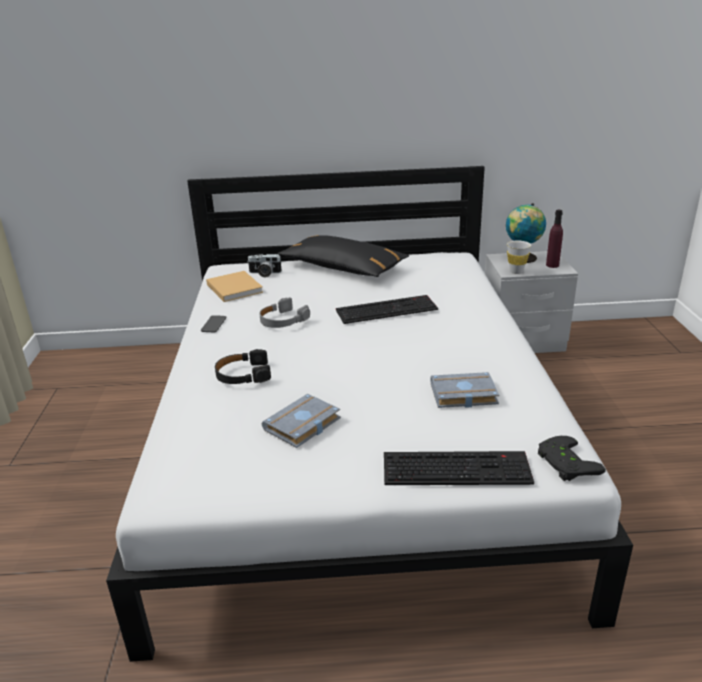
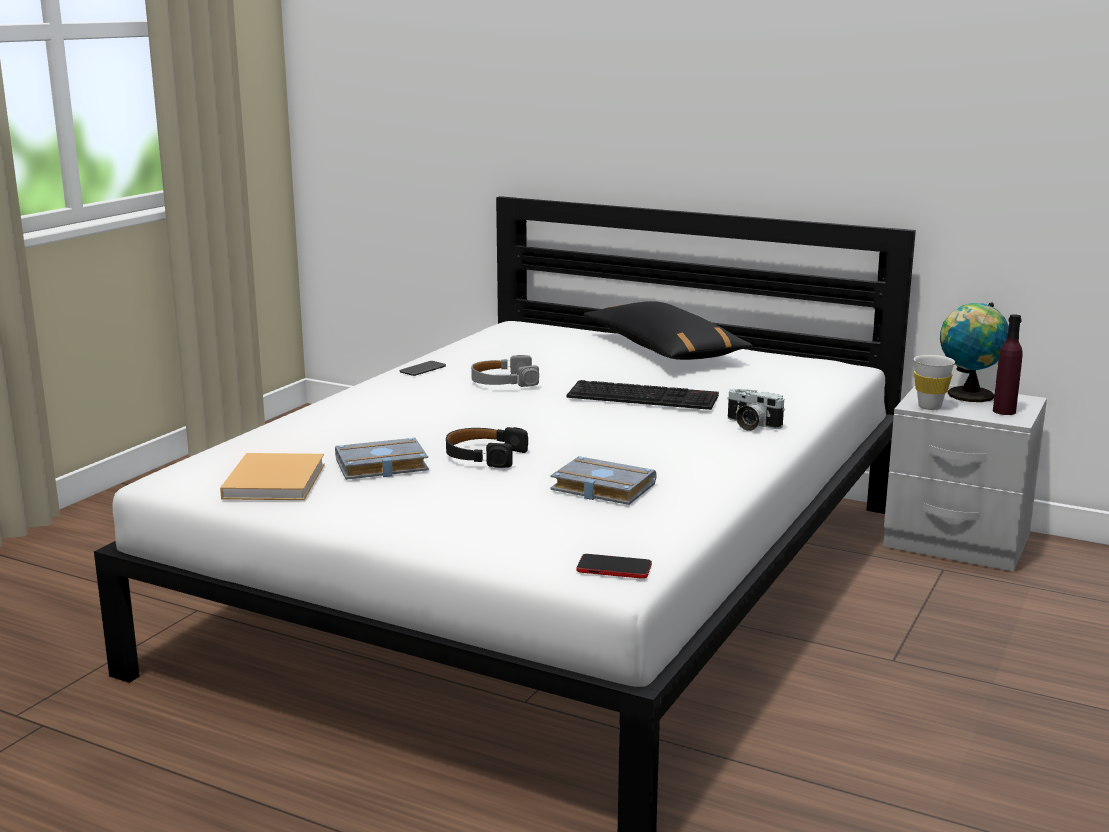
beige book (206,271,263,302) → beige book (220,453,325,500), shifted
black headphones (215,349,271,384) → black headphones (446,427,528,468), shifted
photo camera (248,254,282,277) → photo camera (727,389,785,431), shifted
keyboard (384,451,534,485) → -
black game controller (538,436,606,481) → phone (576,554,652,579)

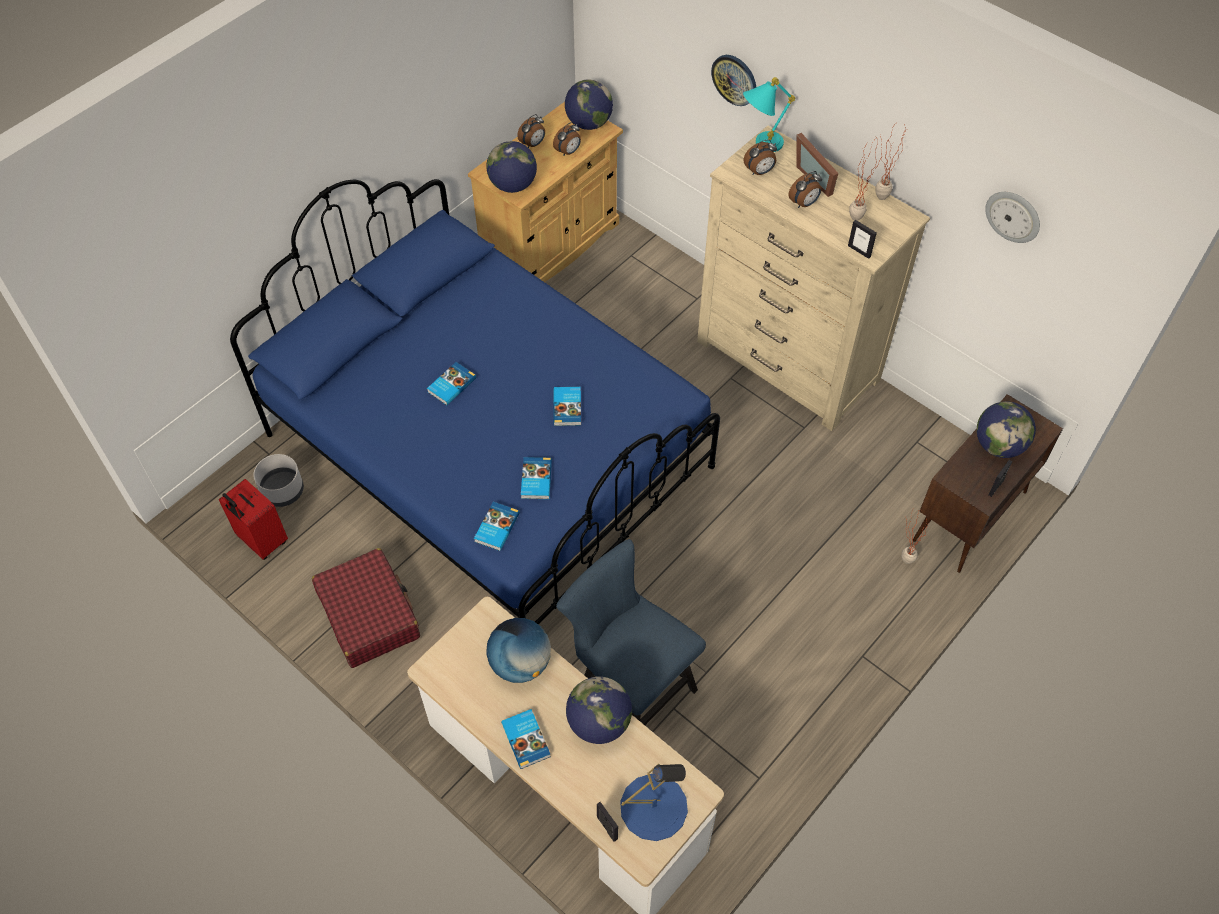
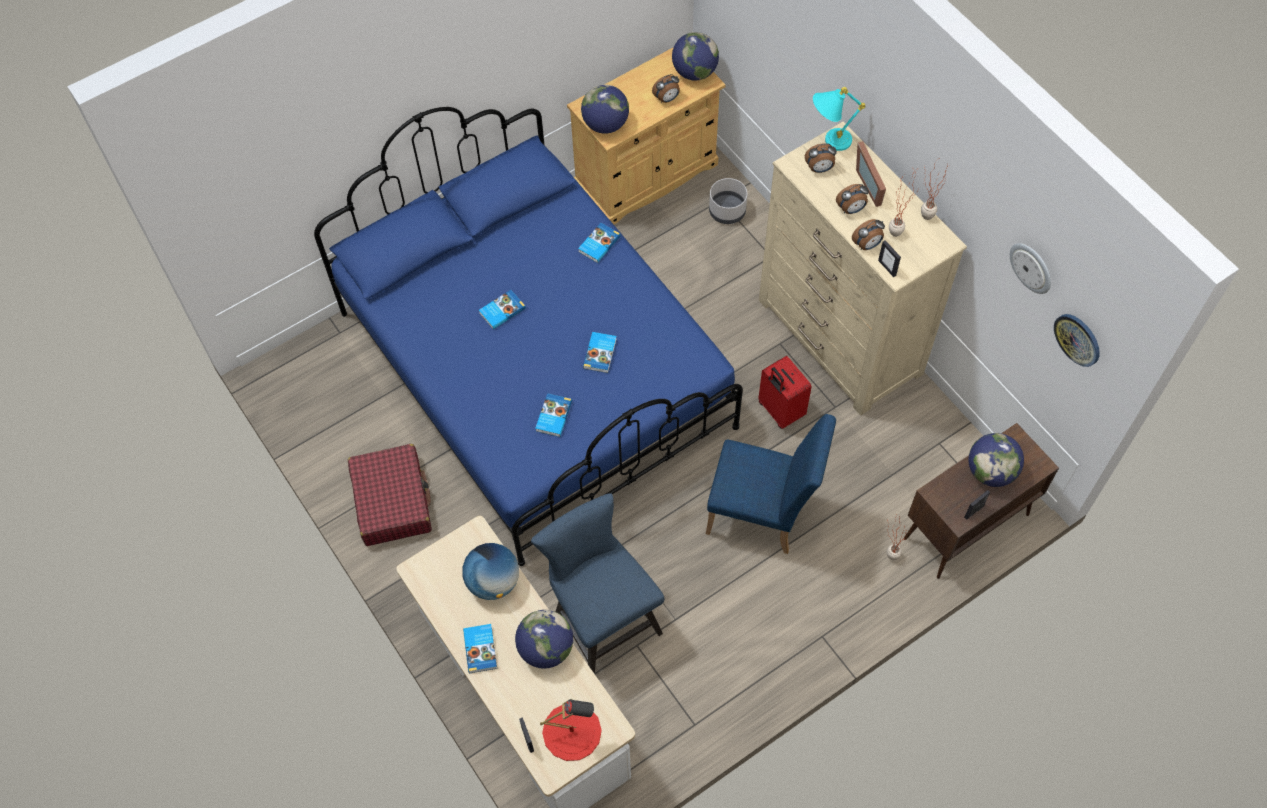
red suitcase (219,479,288,560) → red suitcase (758,356,812,429), shifted
grey planter (253,454,304,507) → grey planter (709,178,747,224), shifted
book (474,502,520,551) → book (578,223,621,263), shifted
alarm clock (517,114,545,148) → alarm clock (852,219,885,250), shifted
blue table lamp (620,764,688,841) → red table lamp (540,699,602,761)
wall clock (711,55,756,106) → wall clock (1054,314,1100,367), shifted
- → blue chair (706,414,836,554)

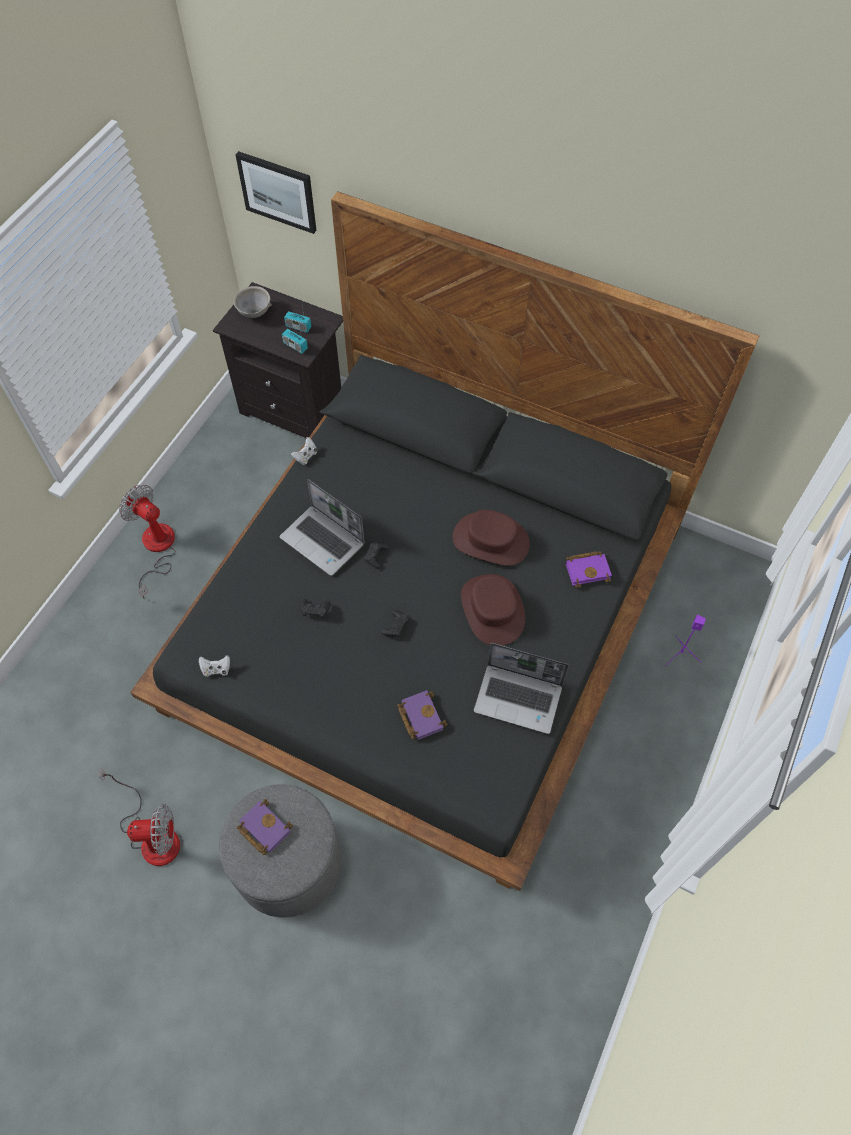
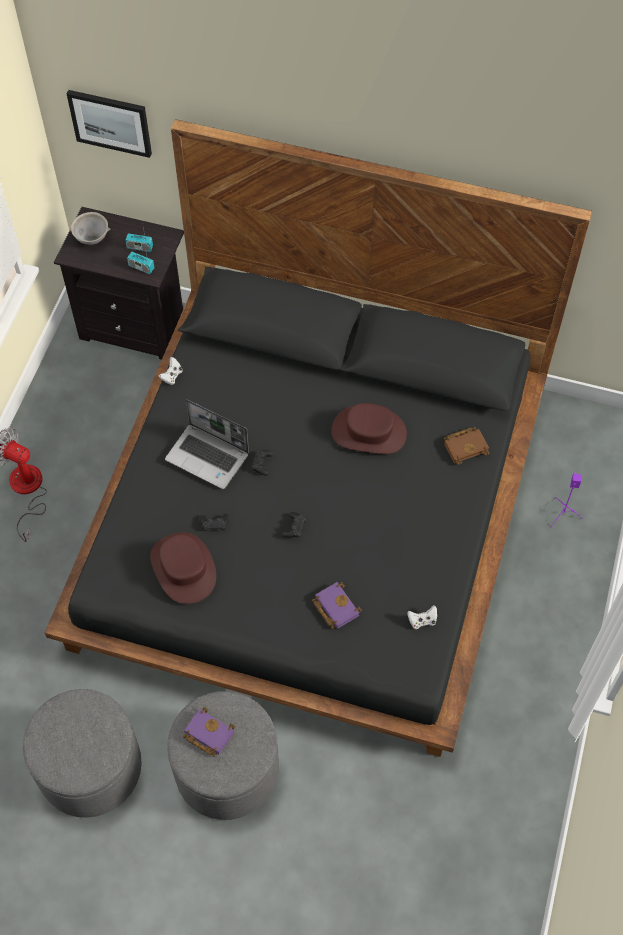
fan (99,767,180,866) → grey ottoman (23,689,142,818)
white game controller (199,655,230,677) → white game controller (408,605,437,629), shifted
brown hat (461,574,525,646) → brown hat (150,532,216,604), shifted
laptop (474,643,569,734) → -
purple book (566,551,612,588) → brown book (444,427,489,465)

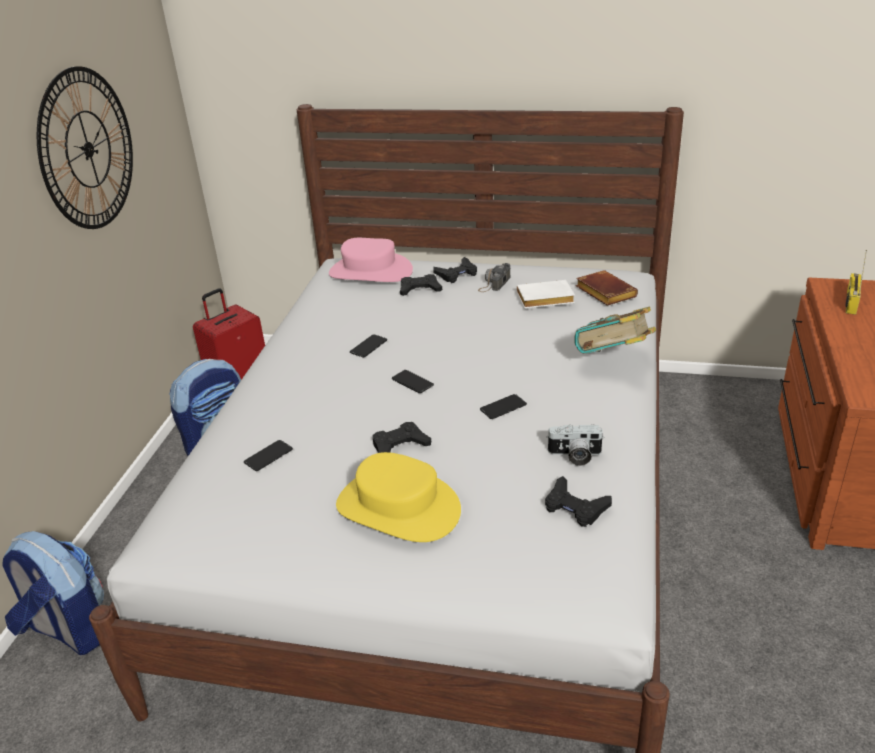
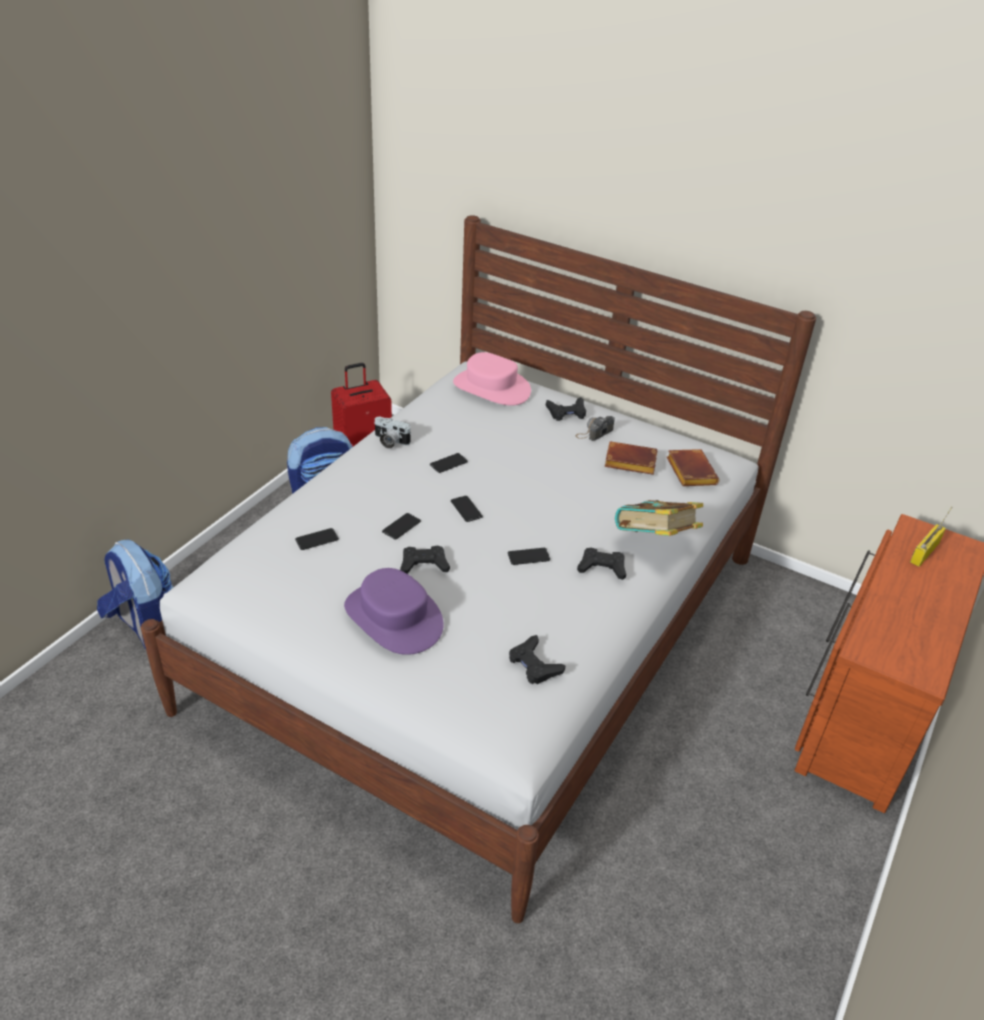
wall clock (37,66,133,229) → -
yellow hat (336,452,461,542) → purple hat (344,568,444,655)
black game controller (400,274,442,296) → black game controller (577,548,626,580), shifted
white book (517,280,575,308) → brown book (605,441,658,475)
photo camera (546,424,604,466) → photo camera (375,417,411,449), shifted
- → phone (382,513,421,539)

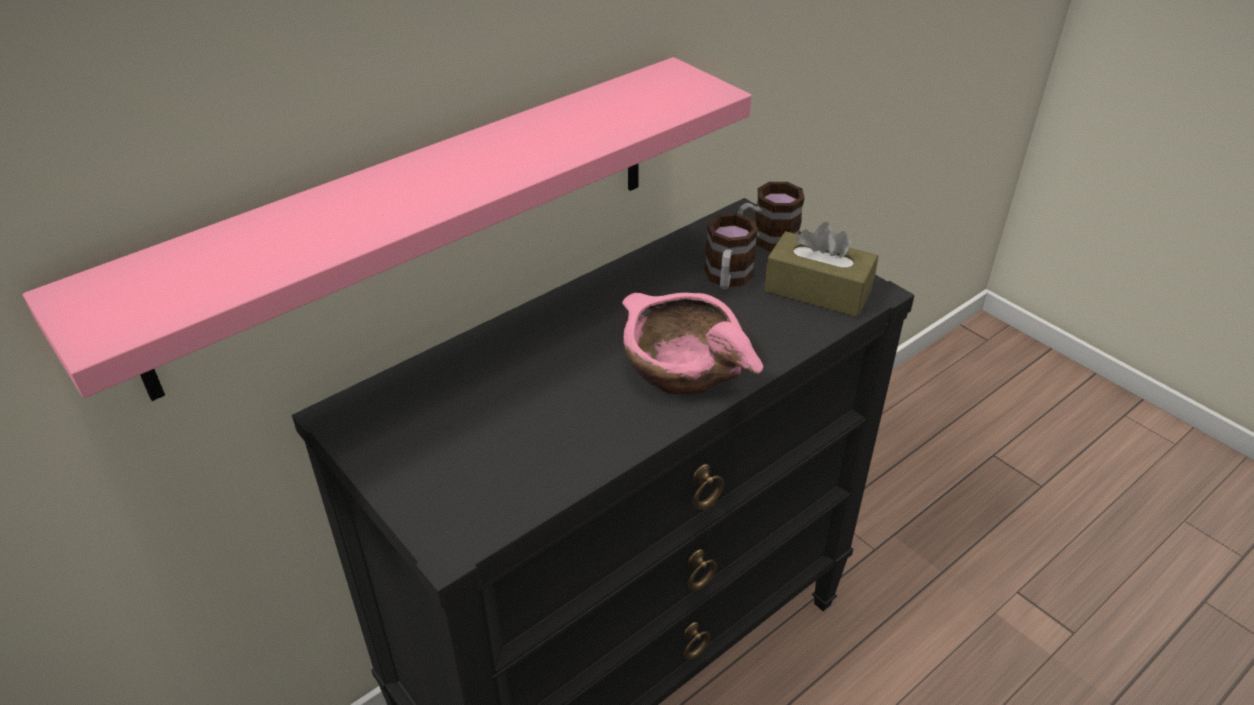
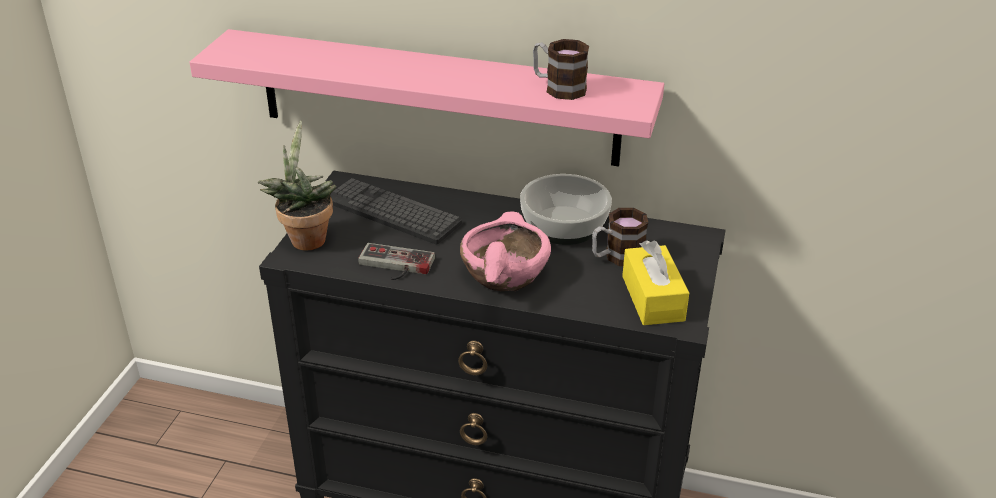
mug (737,182,805,251) → mug (533,39,589,100), shifted
brown tissue box (764,222,878,317) → yellow tissue box (622,240,689,325)
- → potted plant (258,121,336,251)
- → keyboard (330,178,462,244)
- → game controller (358,243,435,280)
- → bowl (520,174,612,245)

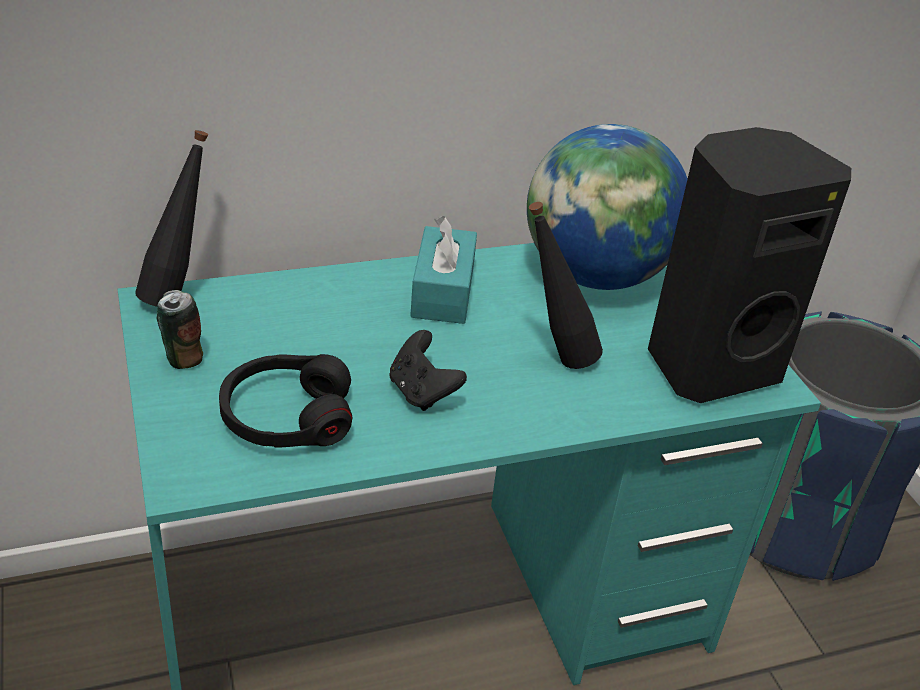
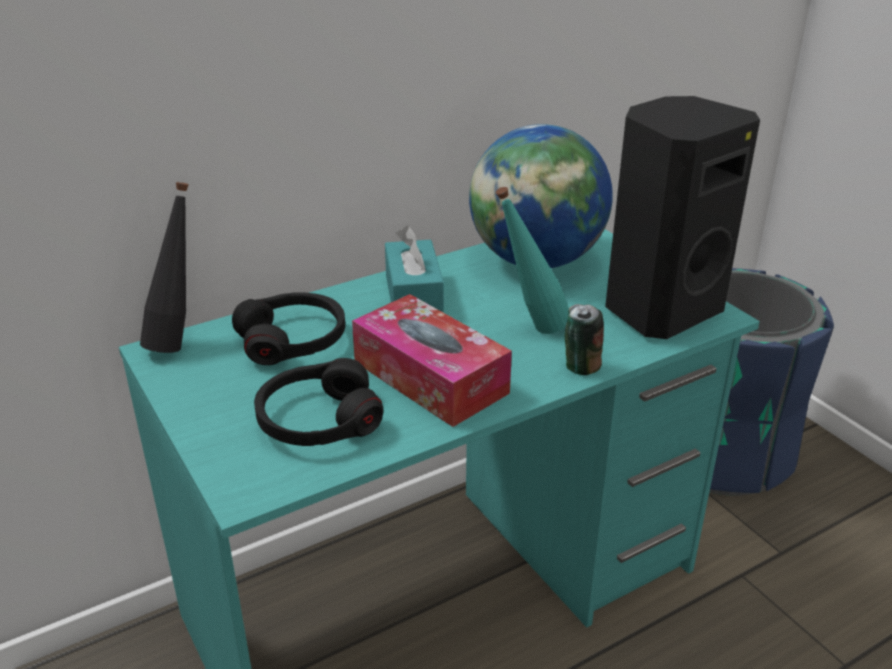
can (157,290,203,369) → can (565,304,604,375), shifted
black game controller (389,330,467,411) → tissue box (352,294,512,427)
black bottle (529,202,603,369) → turquoise bottle (496,187,569,334)
- → black headphones (232,292,345,365)

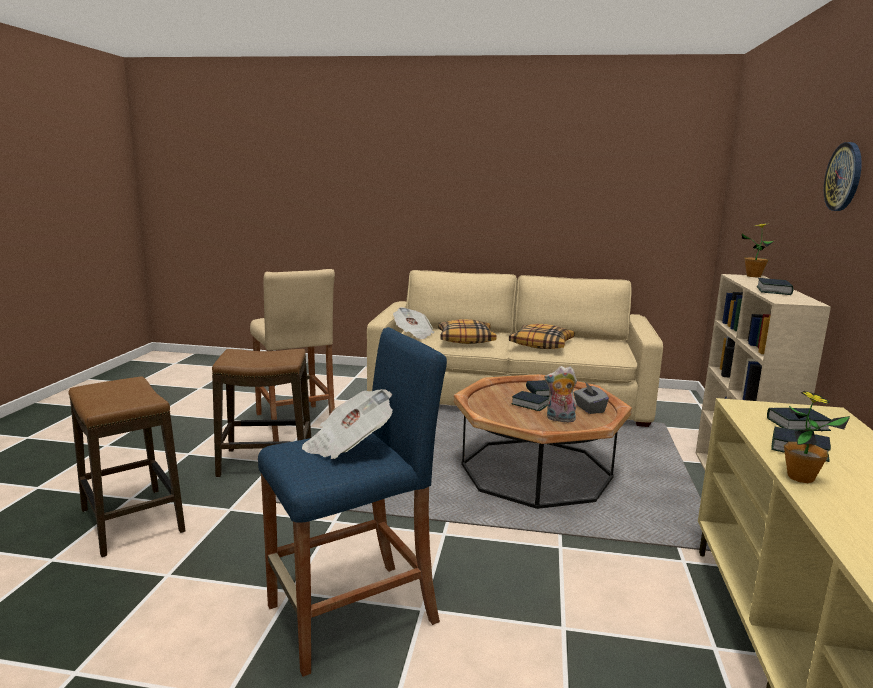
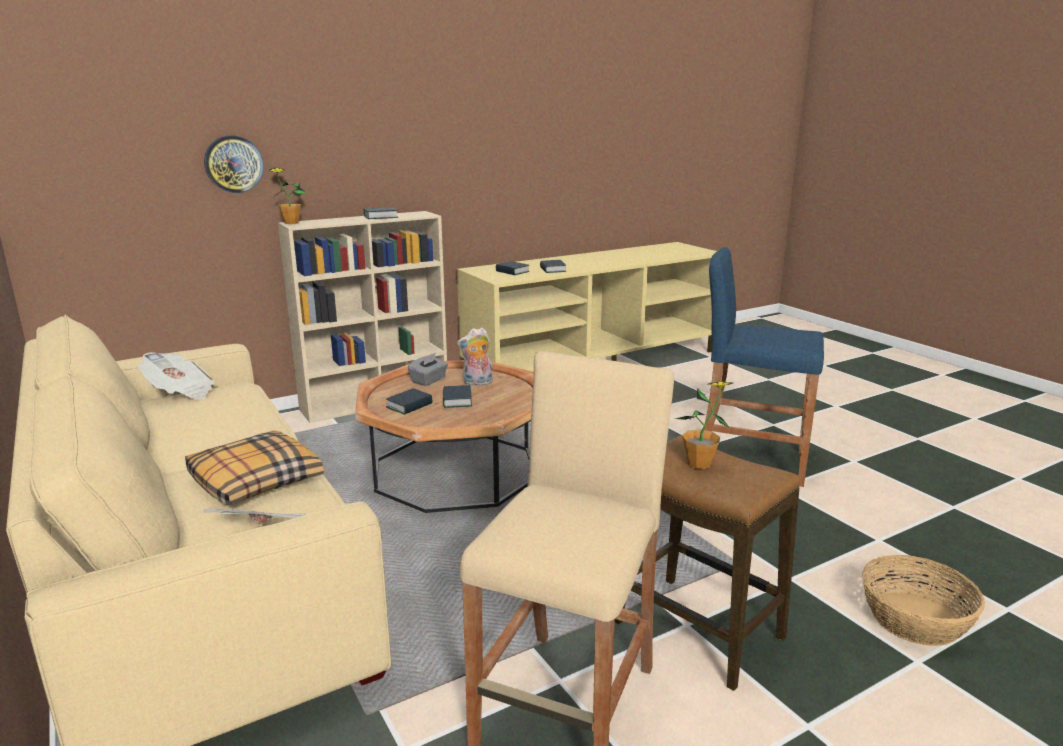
stool (68,376,185,557) → basket (862,555,985,646)
newspaper (302,389,393,459) → newspaper (138,352,215,399), shifted
pillow (509,324,575,349) → -
plush toy (544,366,577,422) → plush toy (457,327,493,386), 105 degrees clockwise
potted plant (784,391,850,483) → potted plant (676,382,733,469), shifted
wall clock (824,142,862,211) → wall clock (204,135,264,193), shifted

